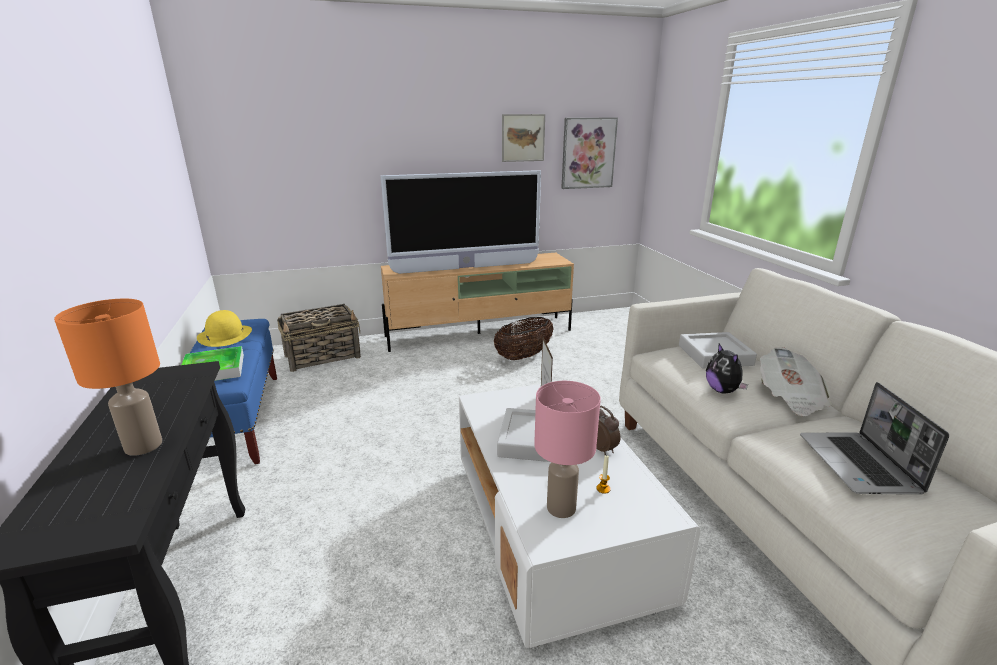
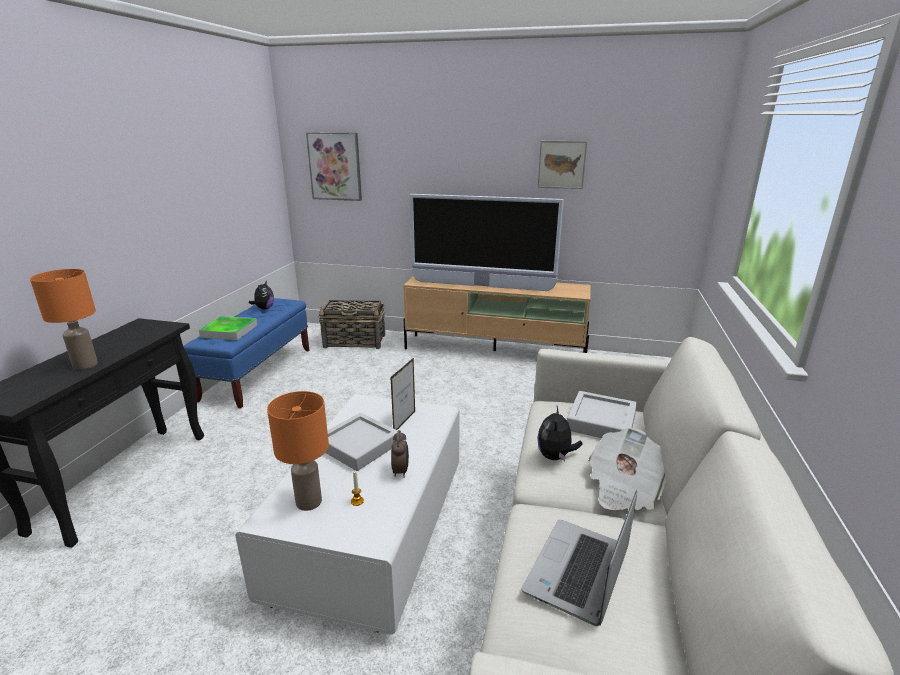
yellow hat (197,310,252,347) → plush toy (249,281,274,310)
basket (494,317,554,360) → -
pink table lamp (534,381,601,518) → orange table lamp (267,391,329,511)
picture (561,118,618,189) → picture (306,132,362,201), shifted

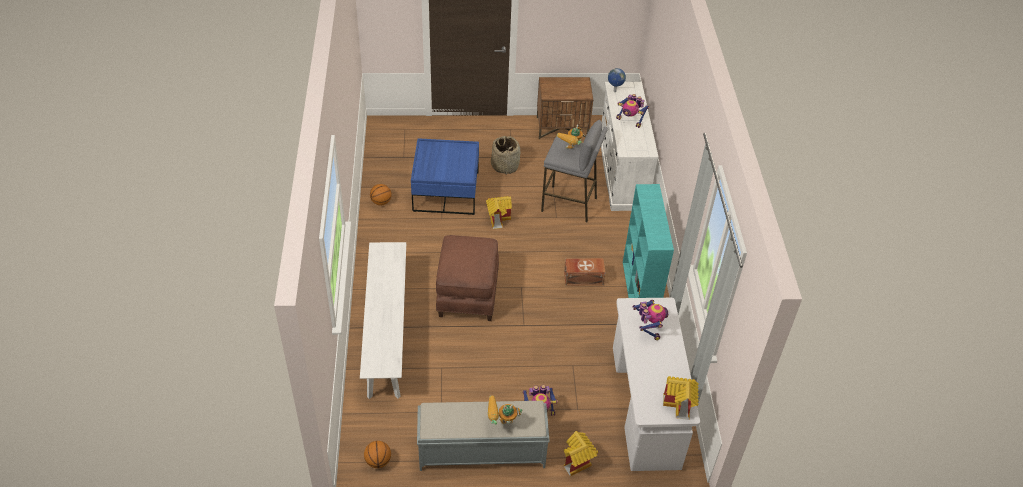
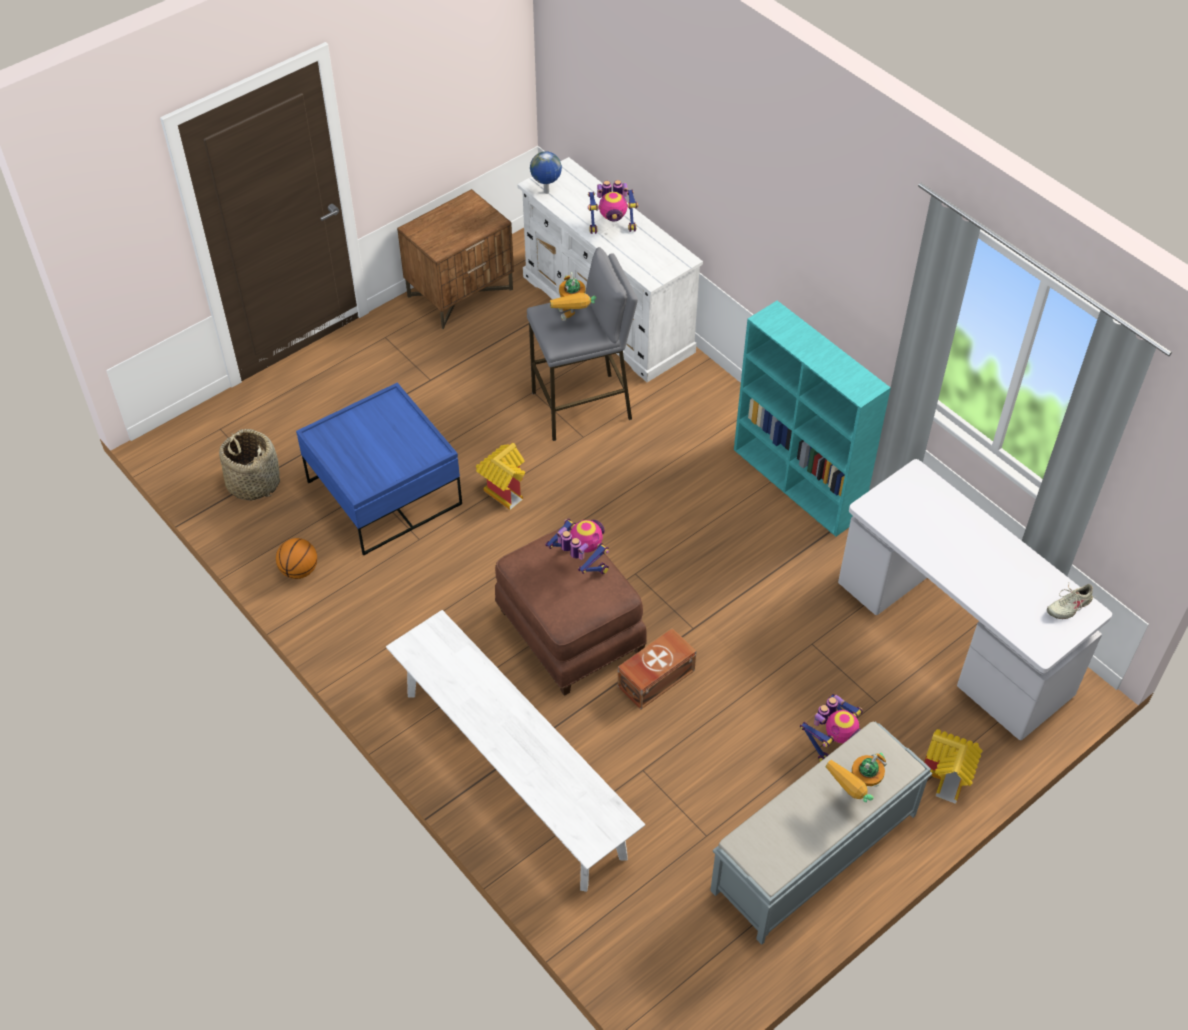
basketball (364,441,391,468) → -
basket (491,136,520,174) → basket (219,429,280,501), shifted
brown storage box (564,258,606,286) → brown storage box (618,628,696,709), shifted
toy robot (633,300,668,340) → toy robot (545,519,609,575), shifted
toy house (663,376,699,420) → beige shoe (1047,584,1096,619)

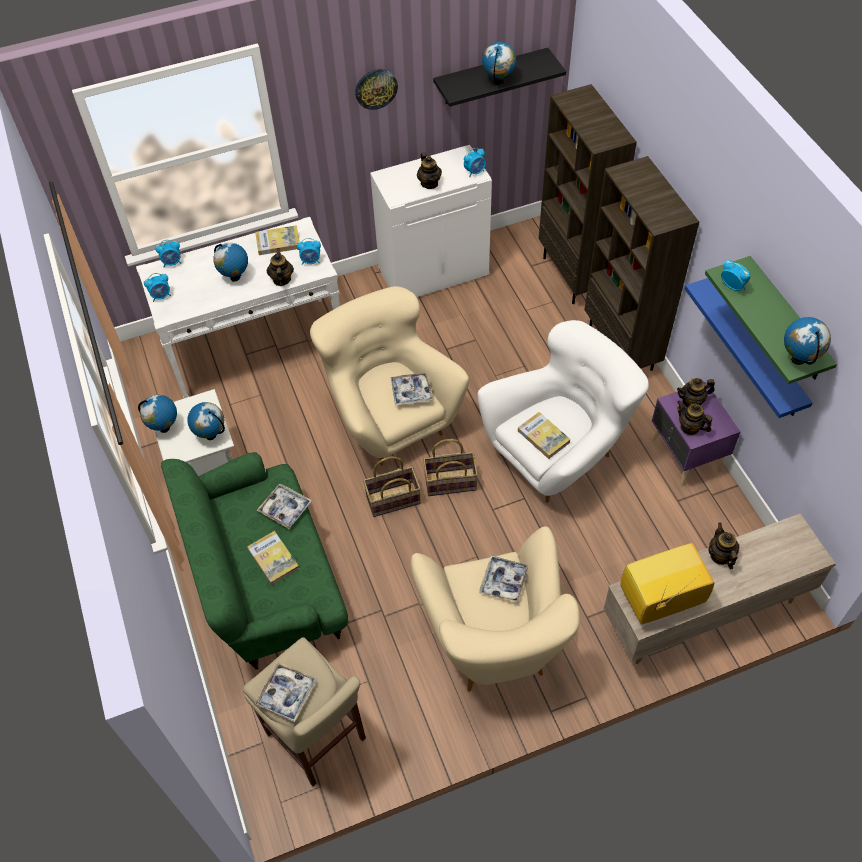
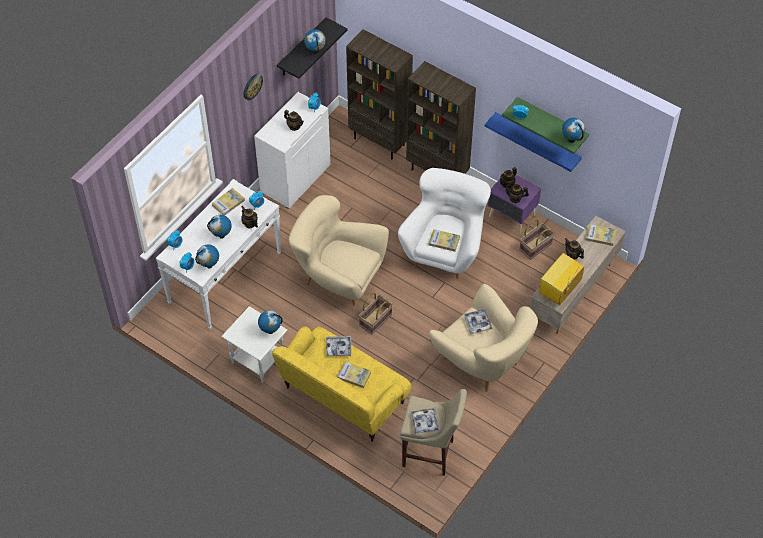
globe (138,395,177,433) → globe (195,244,219,269), shifted
green sofa (161,452,348,670) → yellow sofa (272,326,411,442)
tray (391,373,433,406) → -
basket (423,439,478,496) → basket (519,219,554,260), shifted
- → book (585,224,616,246)

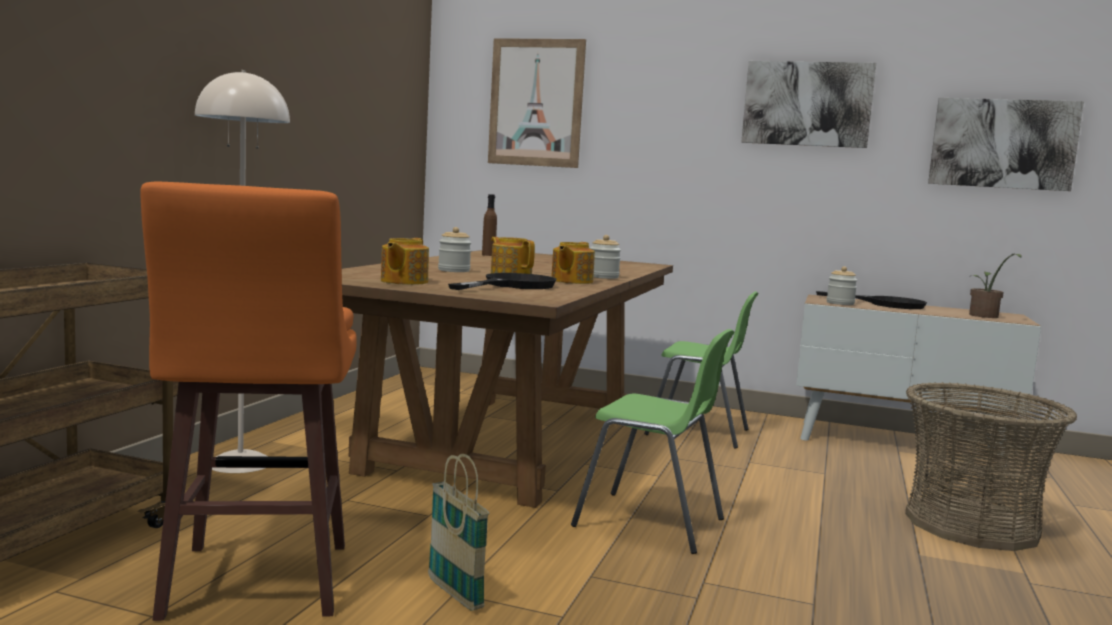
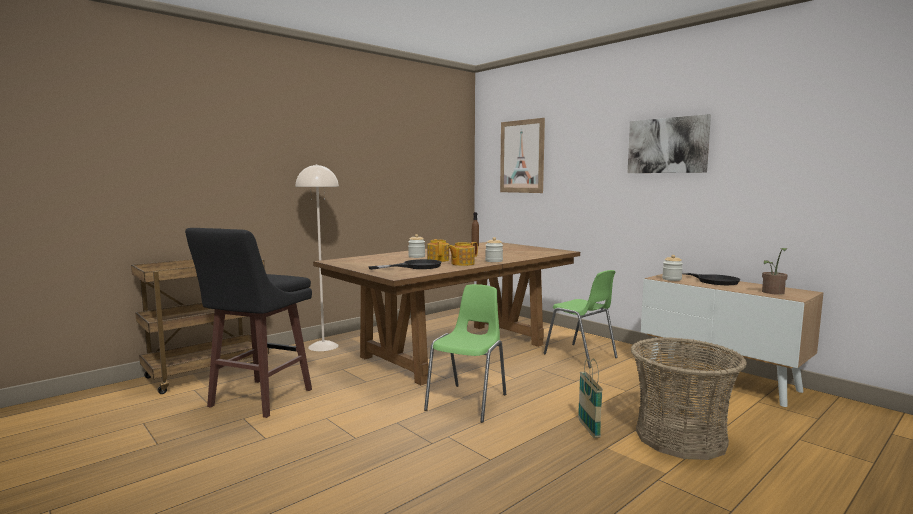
orange stool (140,181,357,621) → black stool (185,228,312,418)
teapot (381,238,429,285) → -
basket (428,454,489,611) → basket (578,358,603,438), shifted
green chair (571,329,735,554) → green chair (424,284,506,423), 120 degrees counterclockwise
picture (928,98,1084,191) → -

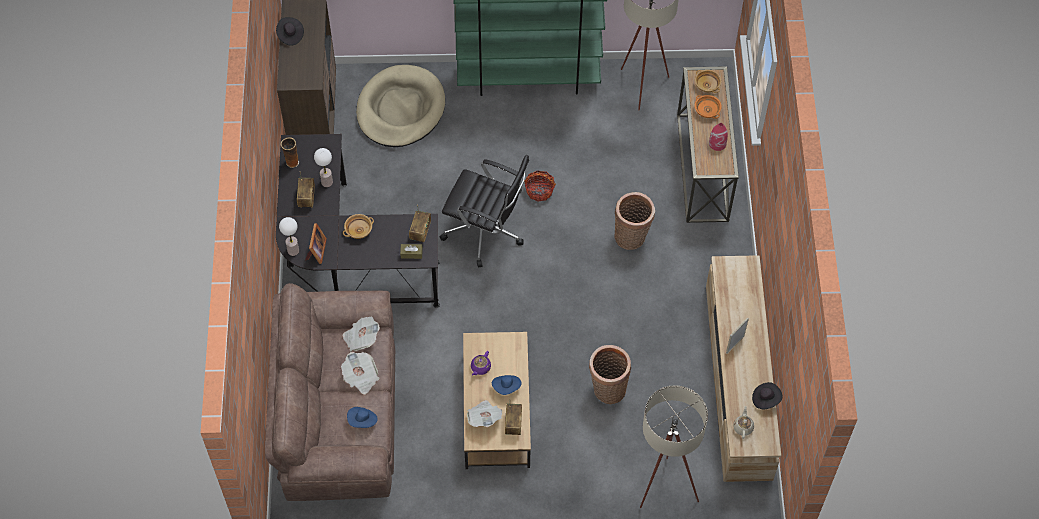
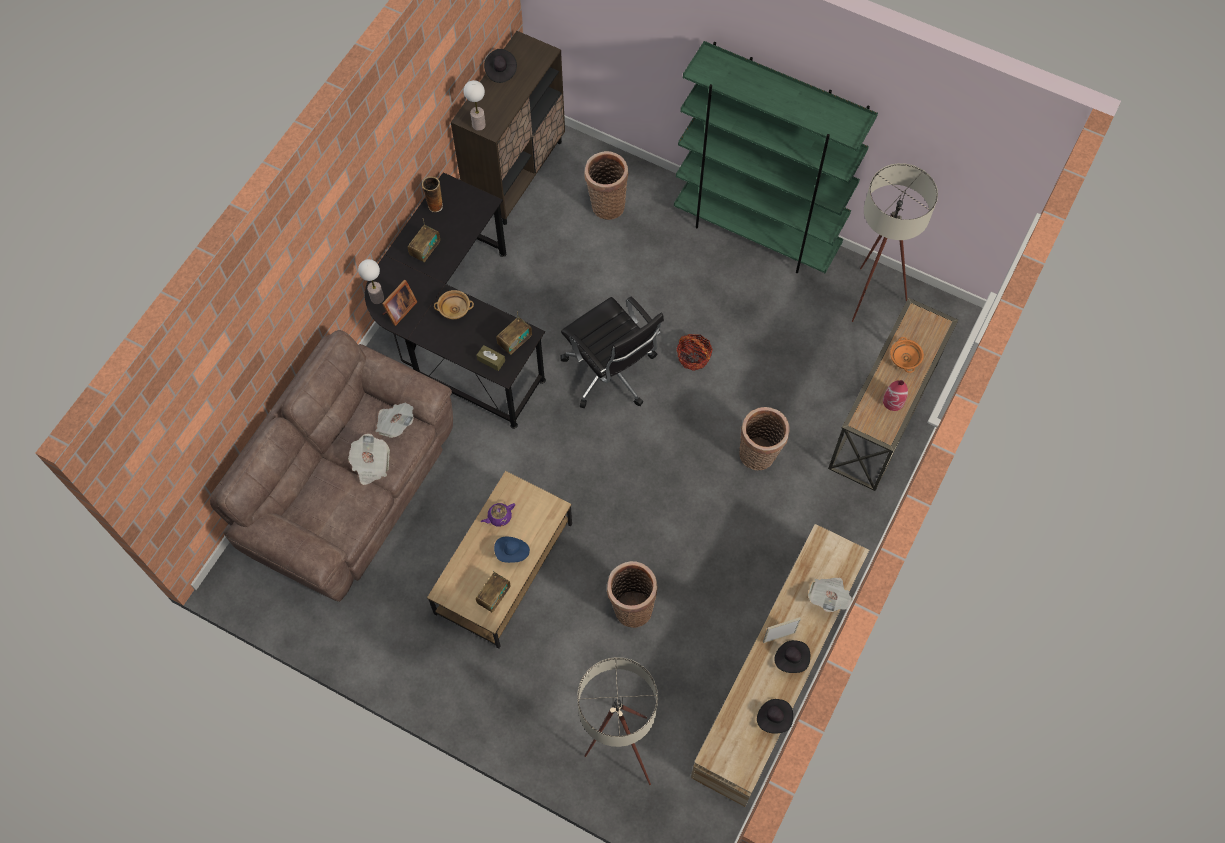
table lamp (314,148,333,187) → table lamp (464,80,486,131), shifted
blue hat (347,407,378,428) → -
beige dog bed (356,65,445,147) → basket (584,151,629,220)
newspaper (467,400,503,427) → newspaper (808,578,853,612), shifted
beige bowl (695,70,721,93) → -
beige teapot (733,406,754,439) → -
- → black hat (774,640,810,673)

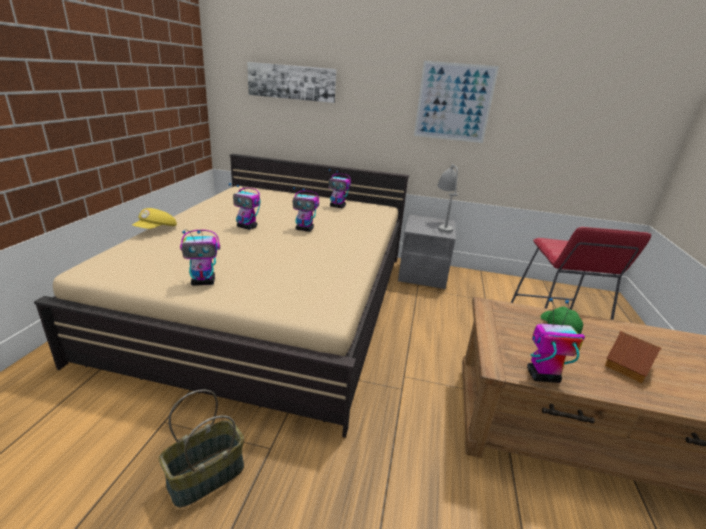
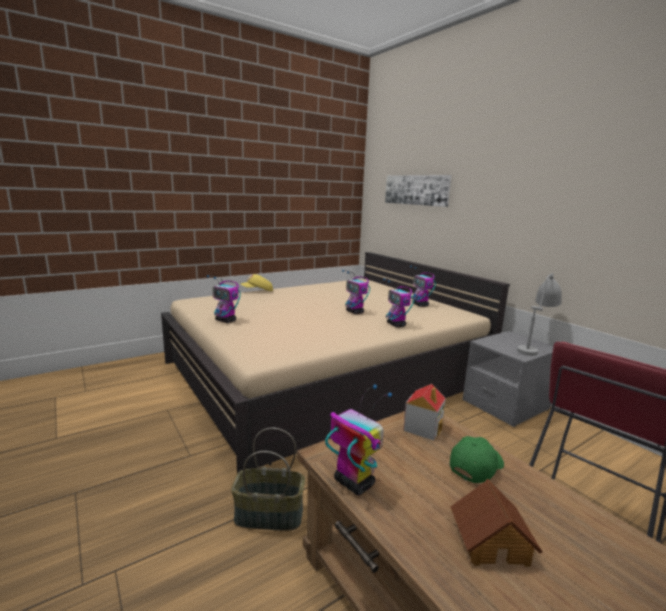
basket (159,390,244,508) → basket (231,428,305,531), shifted
toy robot (229,183,261,230) → toy robot (383,278,414,327), shifted
picture (414,61,499,143) → -
- → toy house (403,384,446,440)

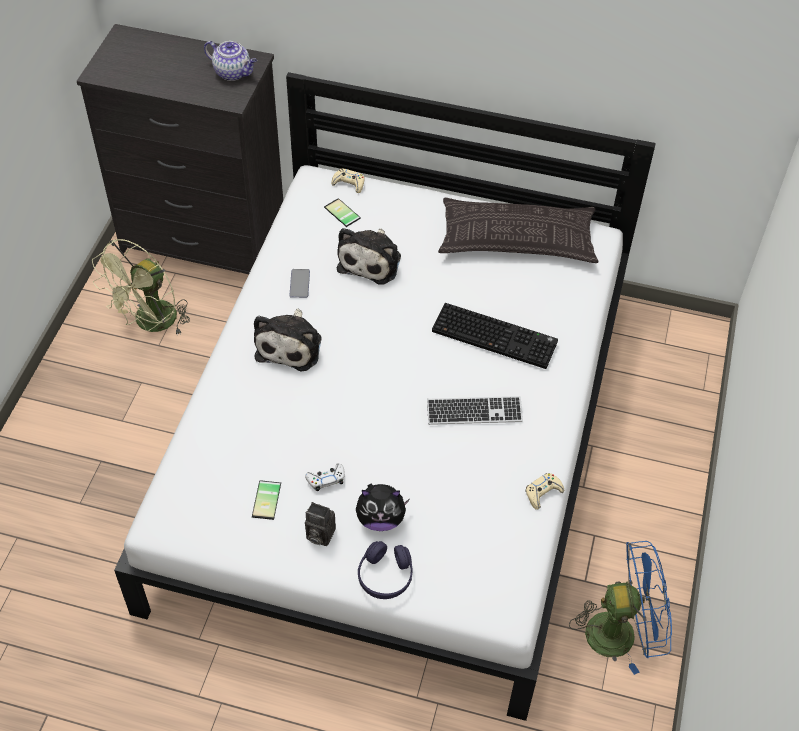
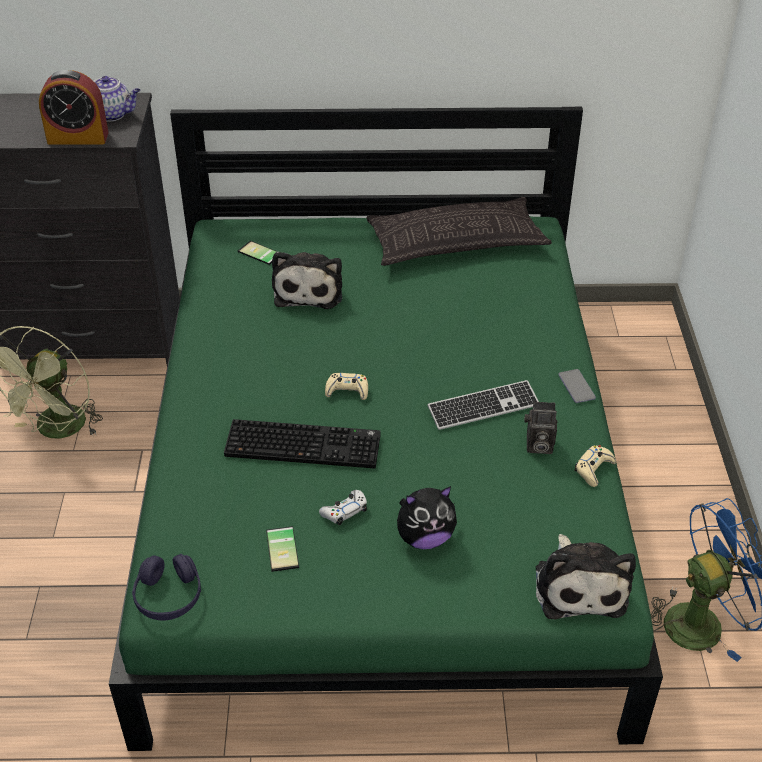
white bed (114,72,656,721) → green bed (109,107,663,751)
plush toy (254,309,321,371) → plush toy (536,534,636,619), shifted
phone (289,269,310,298) → phone (558,369,596,403), shifted
photo camera (305,502,336,546) → photo camera (524,401,558,454), shifted
beige game controller (331,168,365,193) → beige game controller (325,373,368,400), shifted
purple headphones (358,541,412,599) → purple headphones (132,554,201,621), shifted
keyboard (432,303,558,369) → keyboard (224,419,381,469), shifted
- → alarm clock (39,70,109,145)

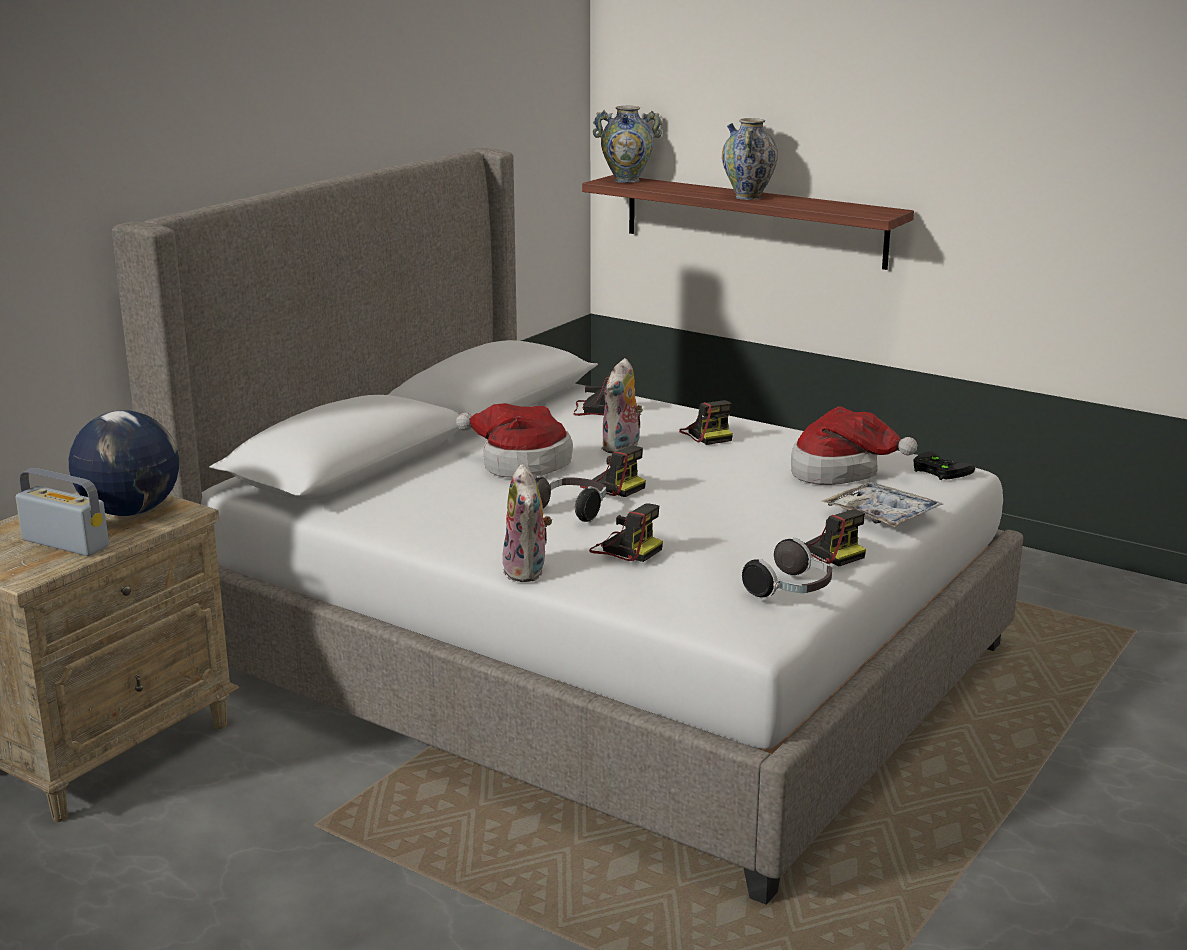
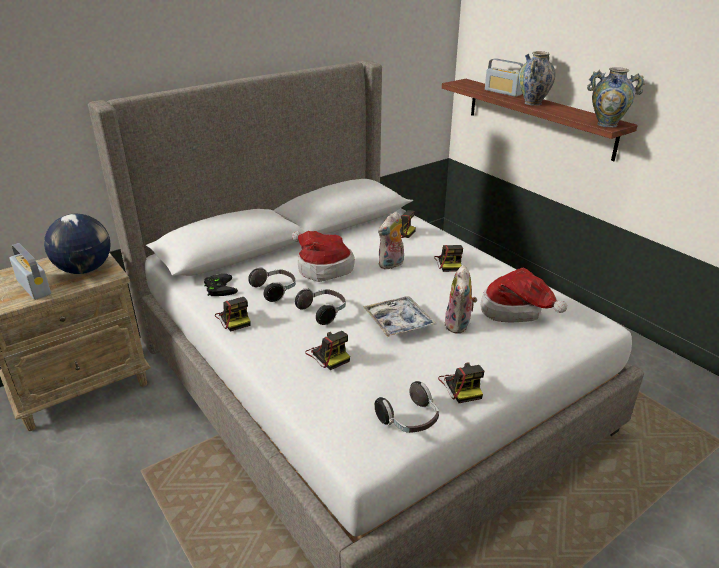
plush toy (502,464,552,582) → plush toy (445,265,478,334), shifted
photo camera (580,446,646,497) → photo camera (215,297,251,332), shifted
vase (593,106,663,183) → vase (587,67,645,128), shifted
tray (822,482,943,527) → tray (363,296,437,337), shifted
black game controller (913,452,975,480) → black game controller (204,274,238,296), shifted
- → headphones (248,267,296,302)
- → radio (485,58,523,97)

